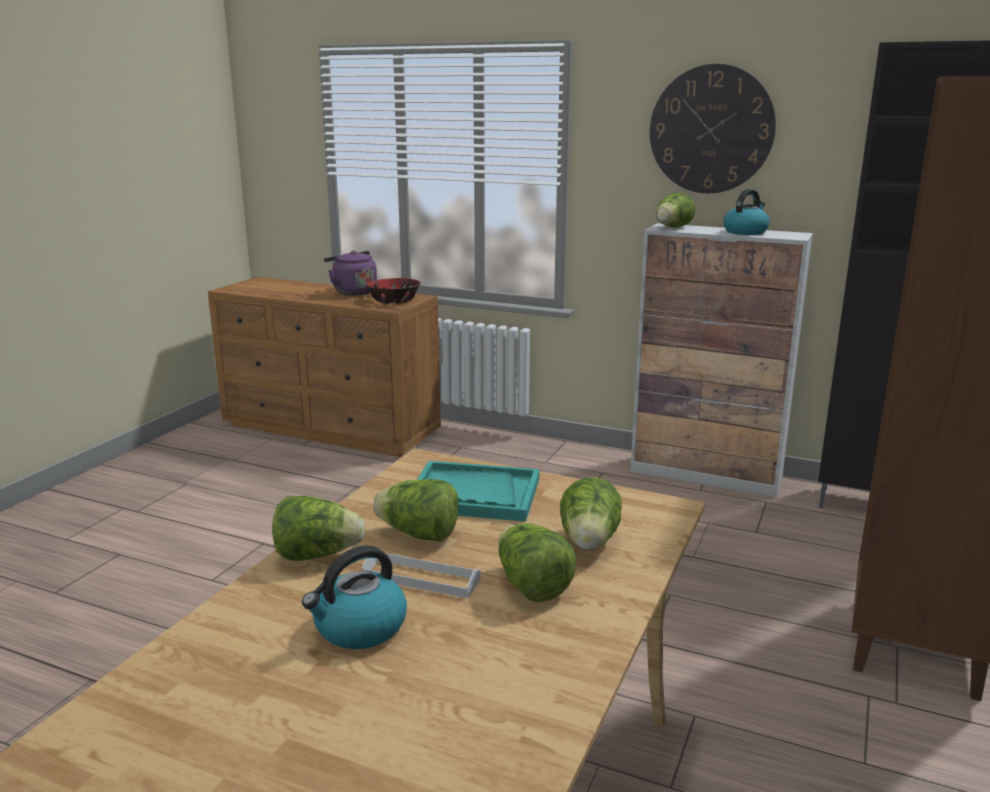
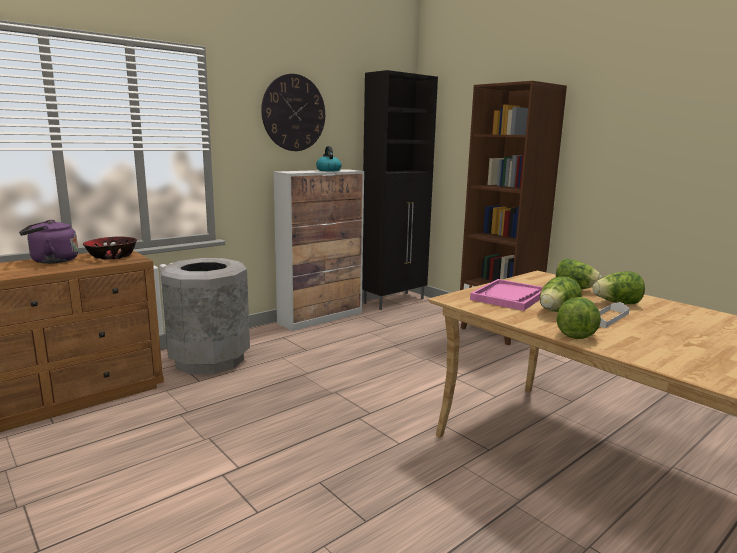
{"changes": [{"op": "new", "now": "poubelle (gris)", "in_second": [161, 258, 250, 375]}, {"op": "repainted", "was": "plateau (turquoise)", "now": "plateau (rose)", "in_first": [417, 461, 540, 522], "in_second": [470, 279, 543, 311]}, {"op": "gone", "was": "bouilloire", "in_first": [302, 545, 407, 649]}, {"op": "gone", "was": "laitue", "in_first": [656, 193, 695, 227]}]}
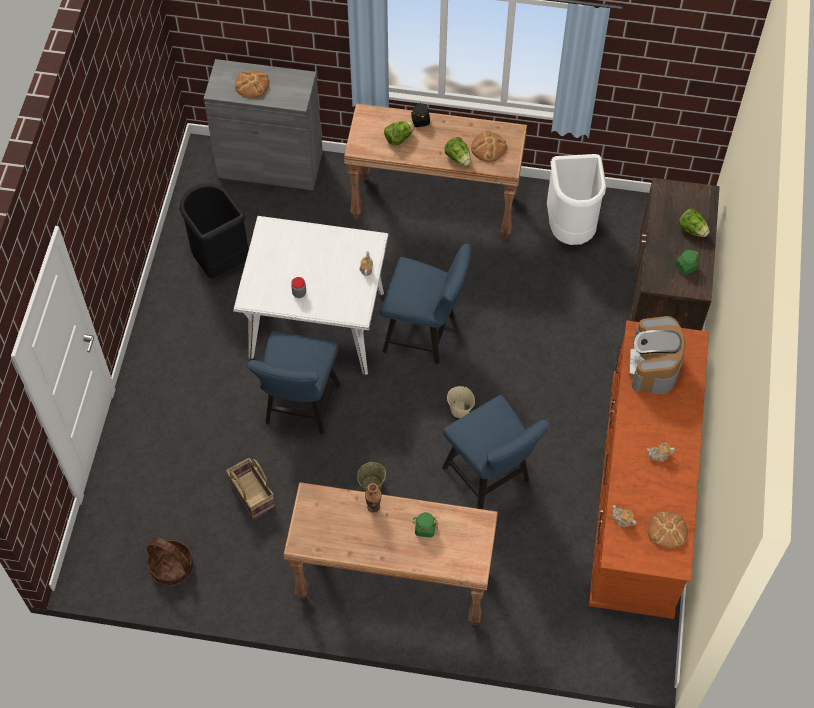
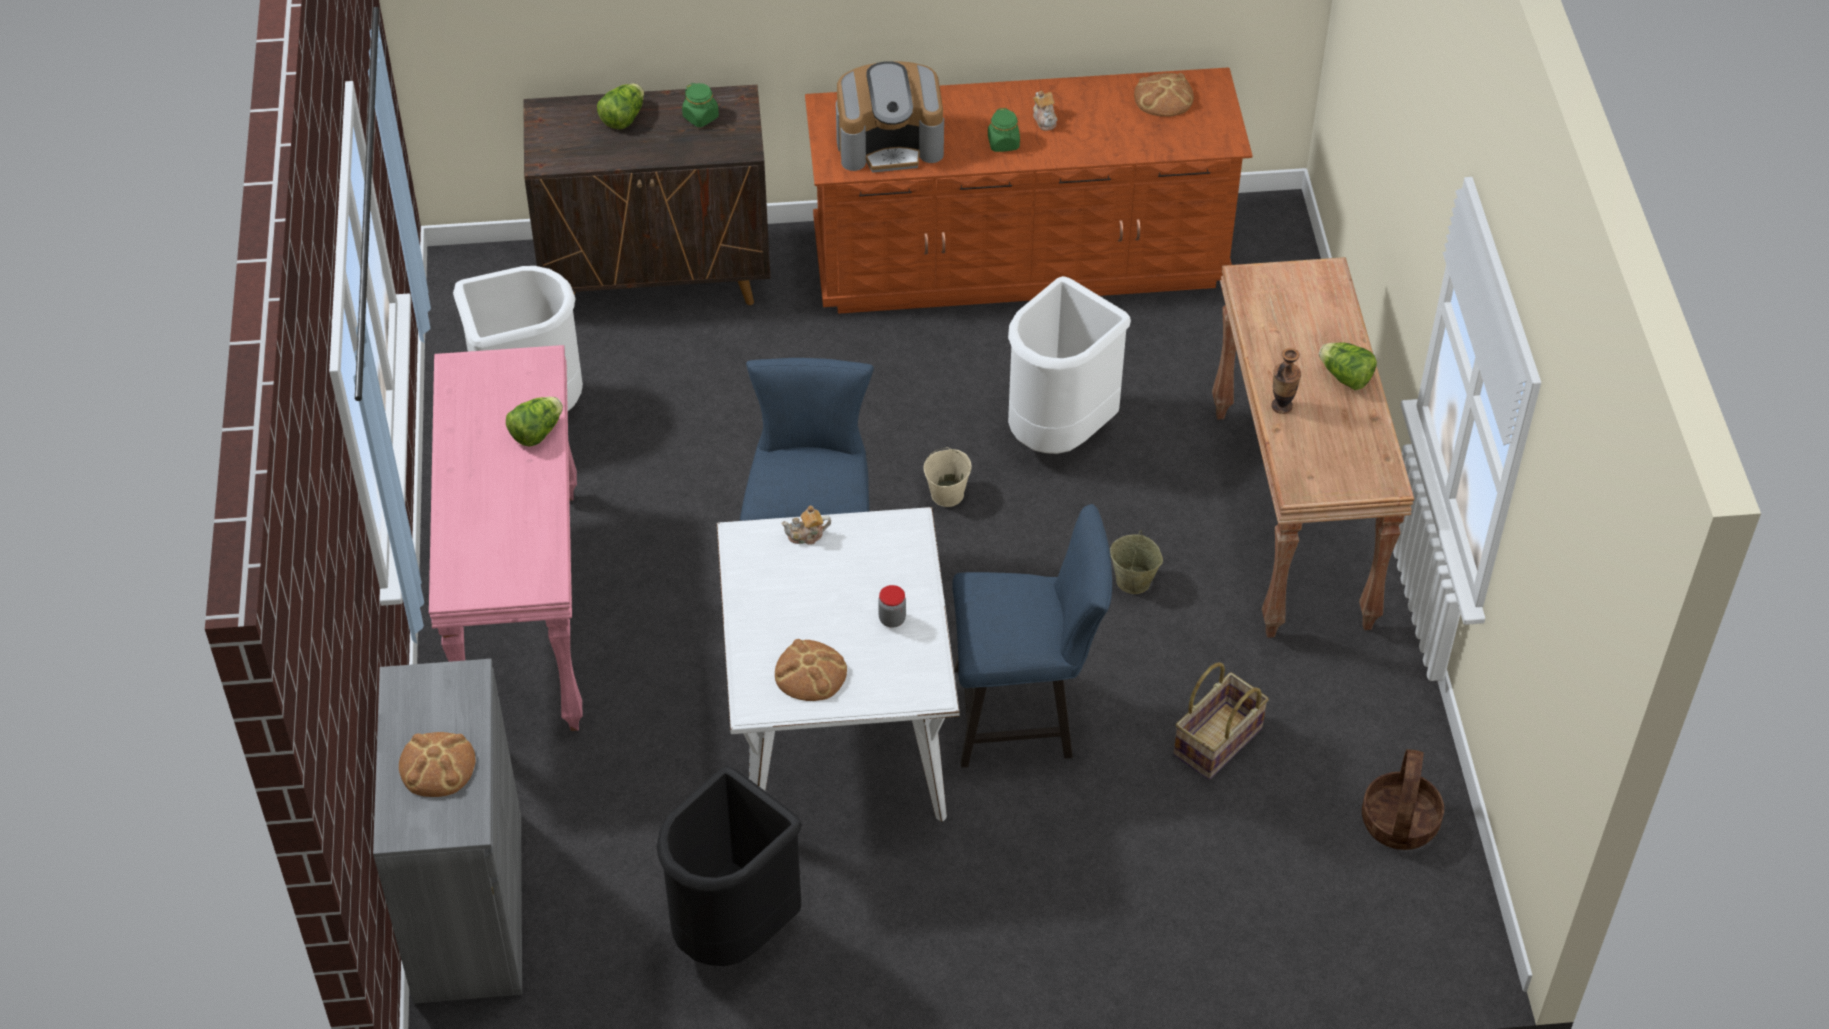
{"changes": [{"op": "repainted", "was": "table console (marron)", "now": "table console (rose)", "in_first": [344, 103, 527, 240], "in_second": [429, 345, 583, 731]}, {"op": "shifted", "was": "pain", "in_first": [471, 130, 507, 162], "in_second": [775, 639, 847, 701]}, {"op": "shifted", "was": "bocal (vert)", "in_first": [412, 512, 438, 538], "in_second": [988, 108, 1020, 152]}, {"op": "swapped", "was": "chaise (bleu)", "now": "poubelle (blanc)", "in_first": [442, 395, 550, 509], "in_second": [1008, 276, 1131, 454]}, {"op": "shifted", "was": "laitue", "in_first": [384, 121, 414, 146], "in_second": [1319, 342, 1377, 390]}, {"op": "gone", "was": "bocal (noir)", "in_first": [411, 102, 430, 127]}, {"op": "gone", "was": "théière", "in_first": [612, 505, 636, 527]}]}
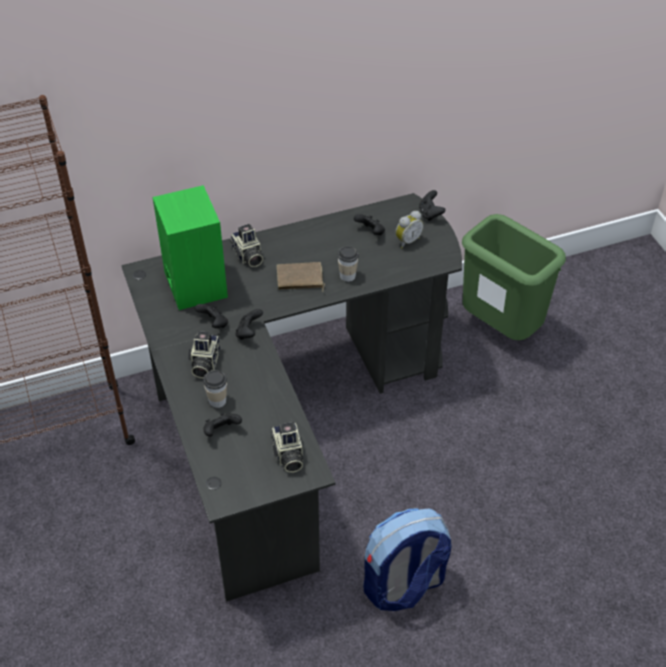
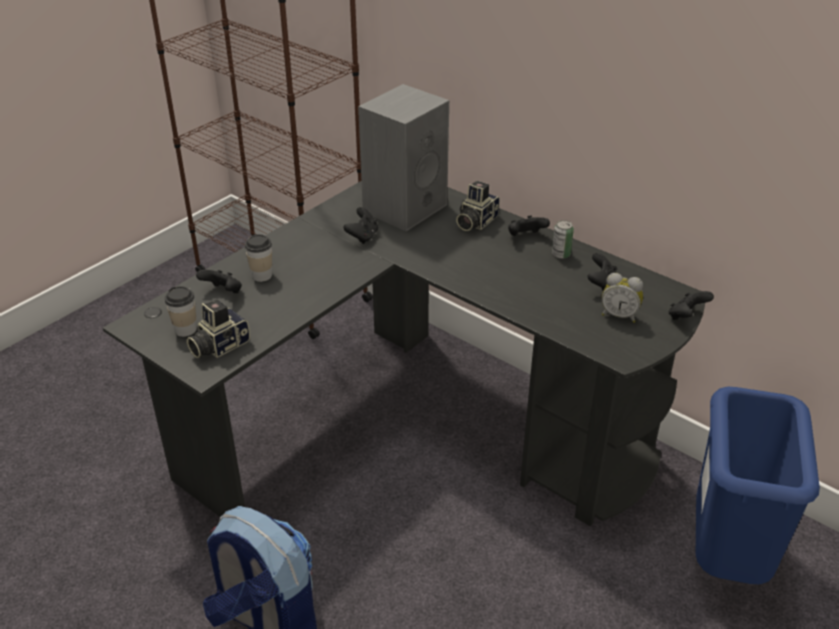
{"changes": [{"op": "shifted", "was": "tasse", "in_first": [337, 246, 359, 282], "in_second": [165, 286, 197, 337]}, {"op": "repainted", "was": "enceinte (vert)", "now": "enceinte (gris)", "in_first": [153, 185, 228, 310], "in_second": [358, 84, 449, 231]}, {"op": "shifted", "was": "manette (noir)", "in_first": [236, 309, 263, 340], "in_second": [508, 215, 550, 236]}, {"op": "new", "now": "boîte métallique", "in_second": [552, 220, 574, 259]}, {"op": "repainted", "was": "poubelle (vert)", "now": "poubelle (bleu)", "in_first": [462, 214, 566, 340], "in_second": [696, 387, 820, 584]}, {"op": "gone", "was": "appareil photo", "in_first": [188, 331, 220, 378]}, {"op": "gone", "was": "livre (marron)", "in_first": [277, 262, 325, 292]}]}
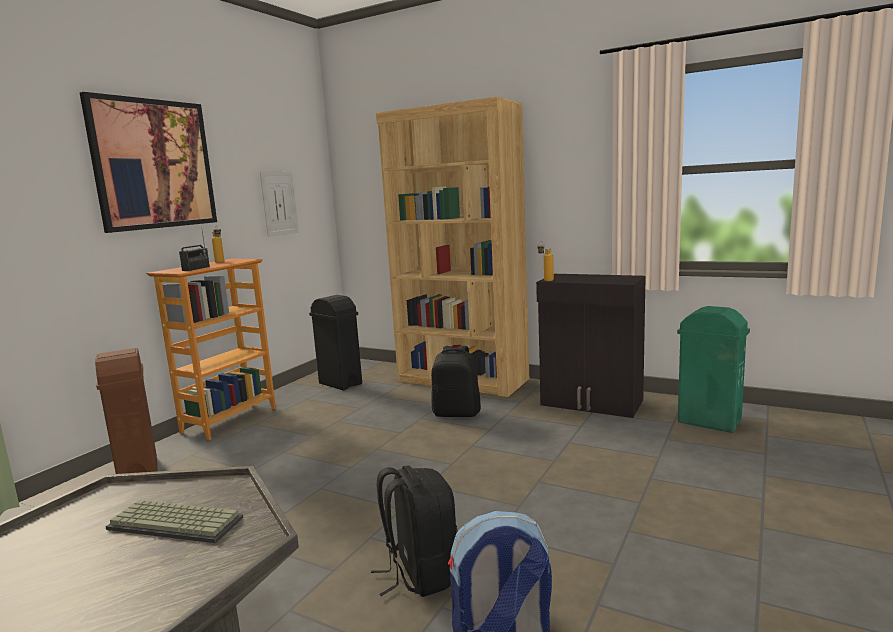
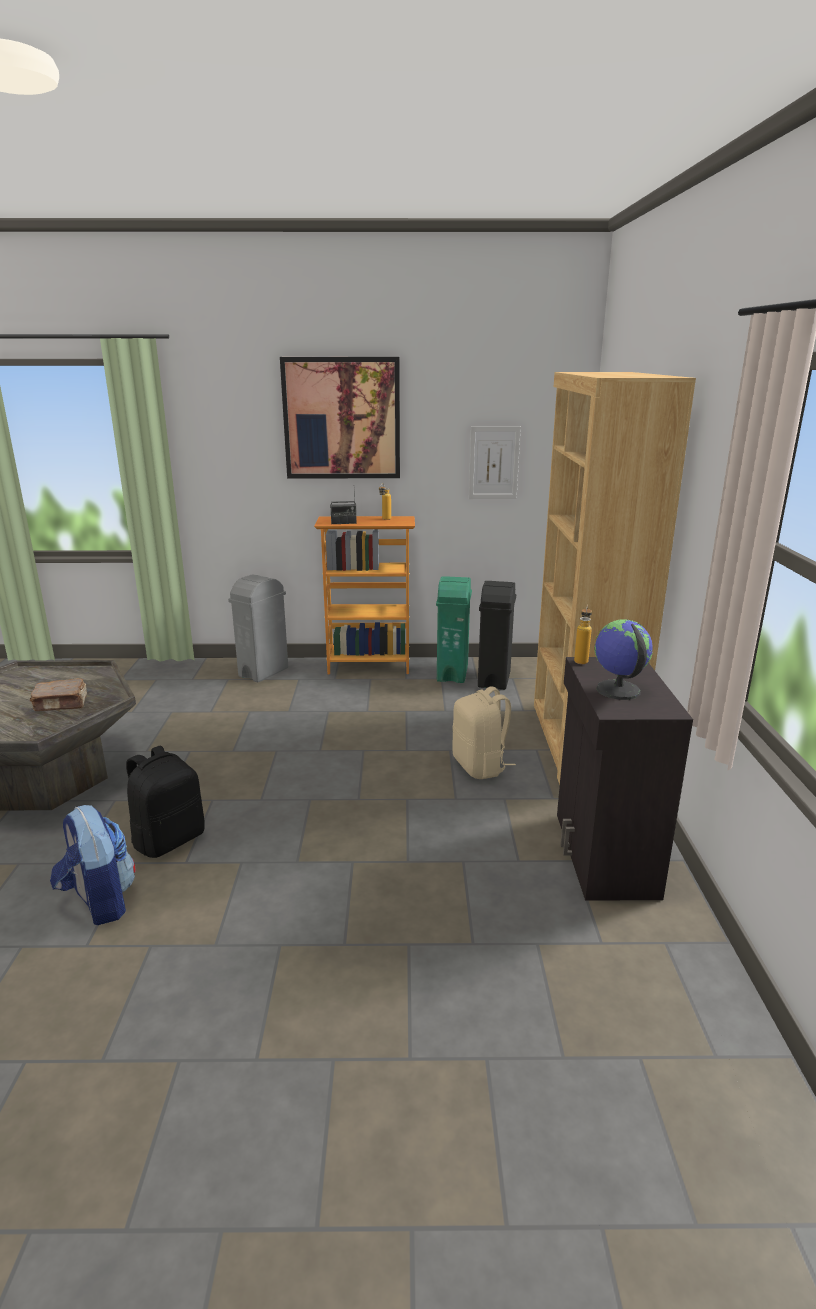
{"changes": [{"op": "swapped", "was": "clavier", "now": "livre (marron)", "in_first": [106, 500, 243, 543], "in_second": [30, 678, 88, 711]}, {"op": "repainted", "was": "poubelle (marron)", "now": "poubelle (gris)", "in_first": [95, 348, 158, 474], "in_second": [228, 574, 288, 682]}, {"op": "shifted", "was": "poubelle (vert)", "in_first": [677, 306, 750, 433], "in_second": [436, 576, 472, 683]}, {"op": "repainted", "was": "sac à dos (noir)", "now": "sac à dos (beige)", "in_first": [431, 346, 481, 417], "in_second": [452, 686, 516, 779]}, {"op": "new", "now": "globe", "in_second": [594, 619, 653, 700]}]}
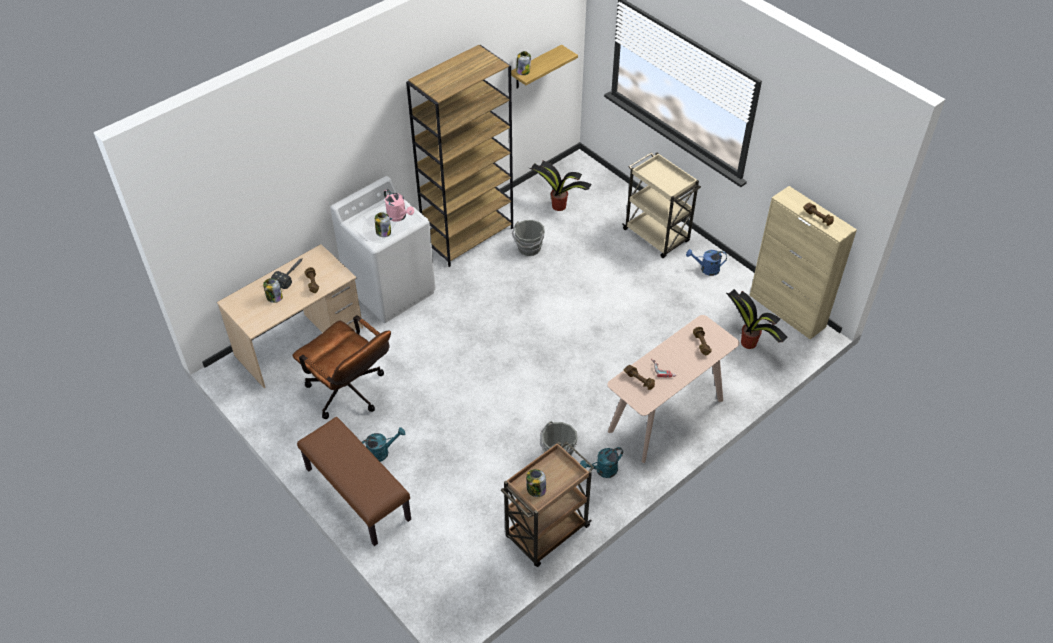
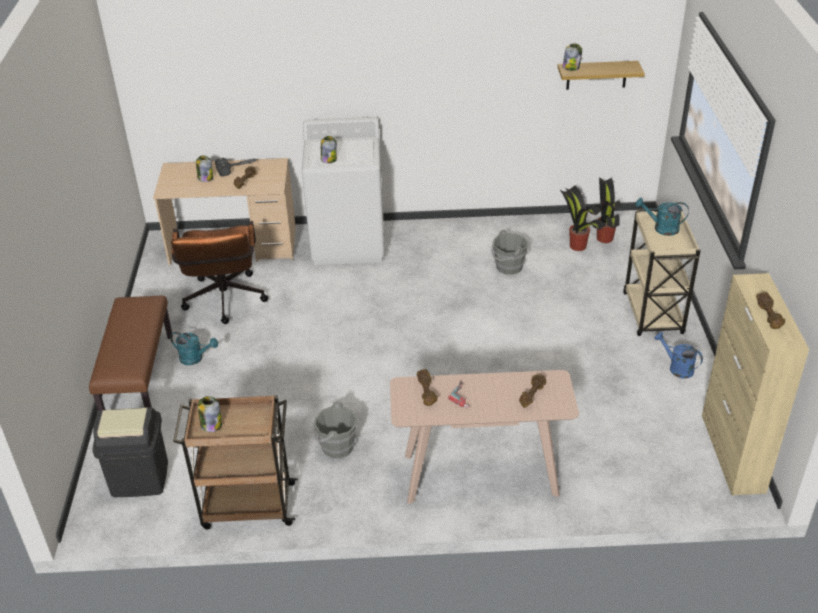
{"changes": [{"op": "new", "now": "poubelle (noir)", "in_second": [92, 407, 168, 497]}, {"op": "shifted", "was": "plante en pot", "in_first": [726, 289, 788, 349], "in_second": [597, 177, 622, 243]}, {"op": "shifted", "was": "arrosoir (turquoise)", "in_first": [580, 447, 623, 478], "in_second": [635, 198, 689, 236]}, {"op": "gone", "was": "arrosoir (rose)", "in_first": [384, 189, 414, 222]}, {"op": "gone", "was": "bibliothèque (marron)", "in_first": [406, 45, 513, 267]}]}
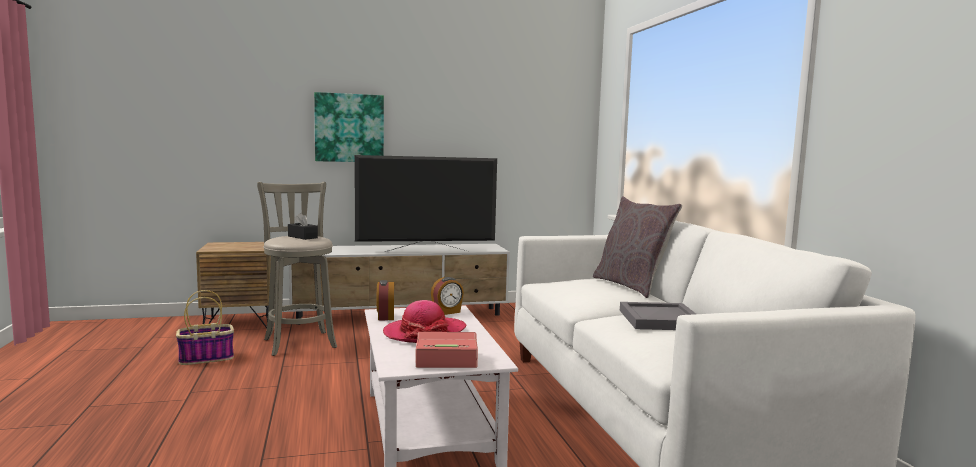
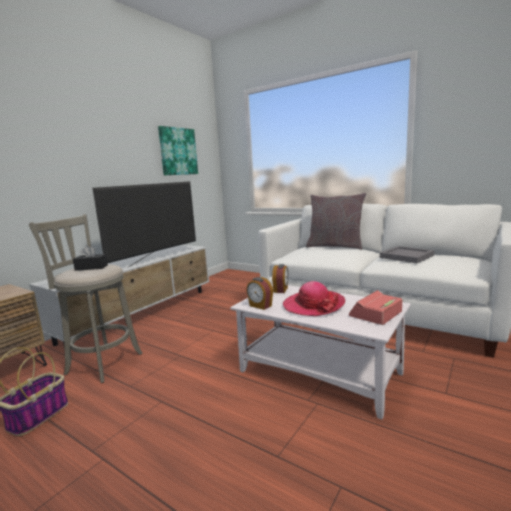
{"changes": [{"op": "shifted", "was": "tableau", "in_first": [314, 92, 384, 162], "in_second": [158, 126, 198, 175]}]}
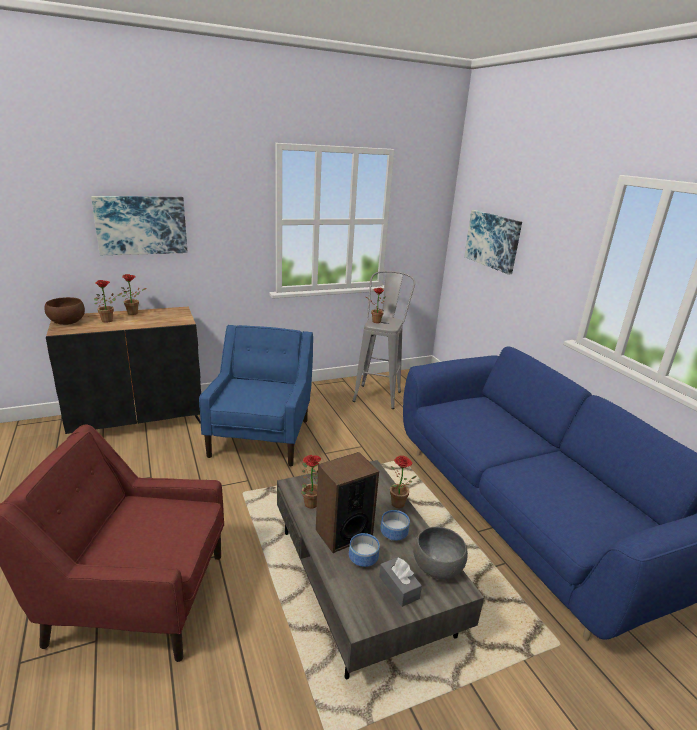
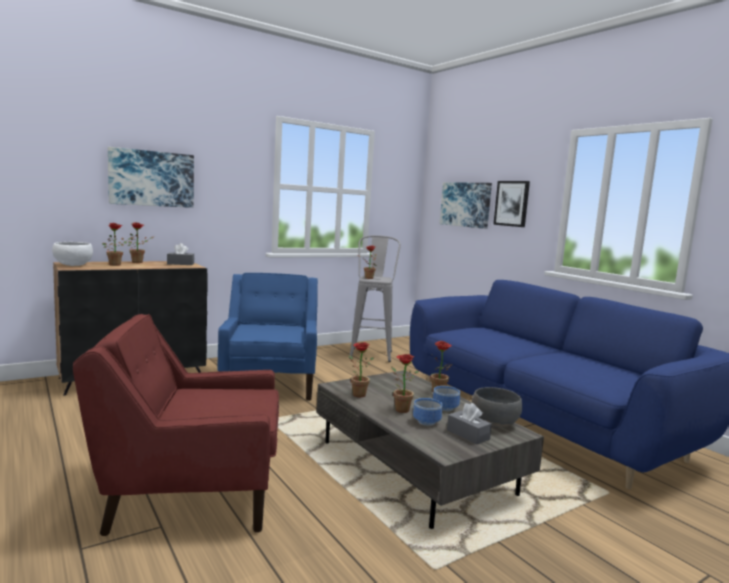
{"changes": [{"op": "repainted", "was": "bol (marron)", "now": "bol (blanc)", "in_first": [44, 297, 85, 325], "in_second": [52, 242, 93, 266]}, {"op": "new", "now": "boîte à mouchoirs (gris)", "in_second": [167, 243, 194, 265]}, {"op": "swapped", "was": "enceinte", "now": "plante en pot", "in_first": [316, 452, 379, 553], "in_second": [391, 354, 419, 413]}, {"op": "new", "now": "tableau", "in_second": [493, 181, 530, 227]}]}
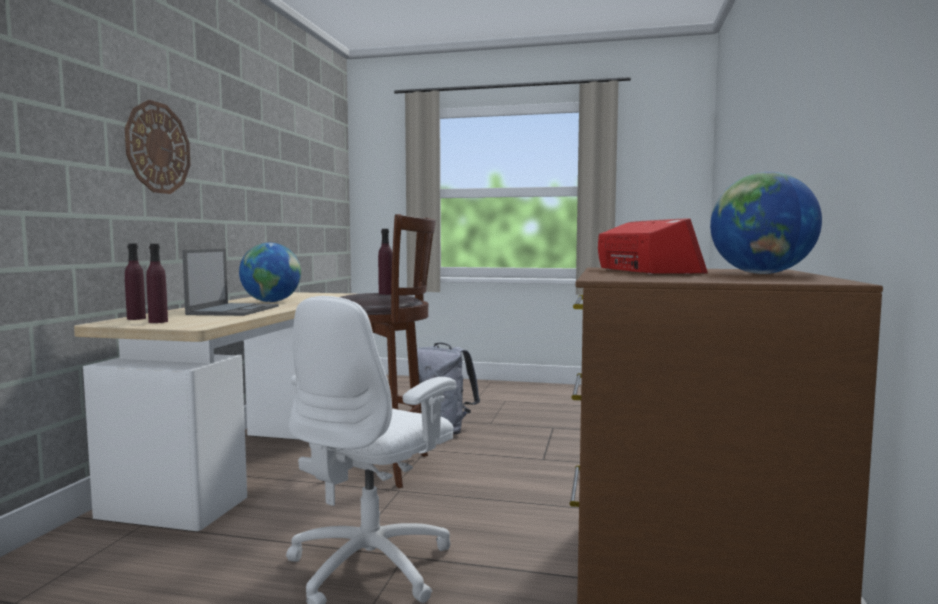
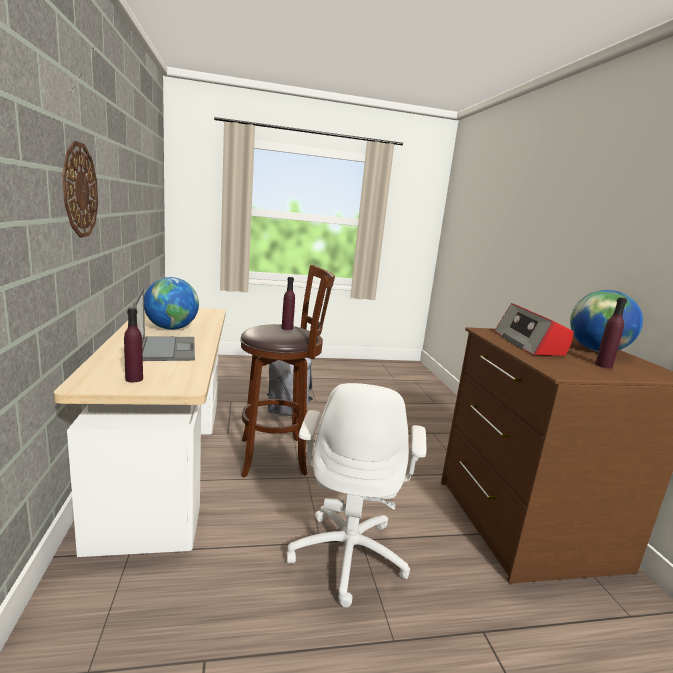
{"changes": [{"op": "rotated", "was": "radio", "in_first": [598, 218, 708, 274], "in_second": [495, 303, 574, 356], "clockwise": -150}, {"op": "shifted", "was": "bouteille (violet)", "in_first": [125, 243, 146, 320], "in_second": [595, 297, 627, 369]}]}
